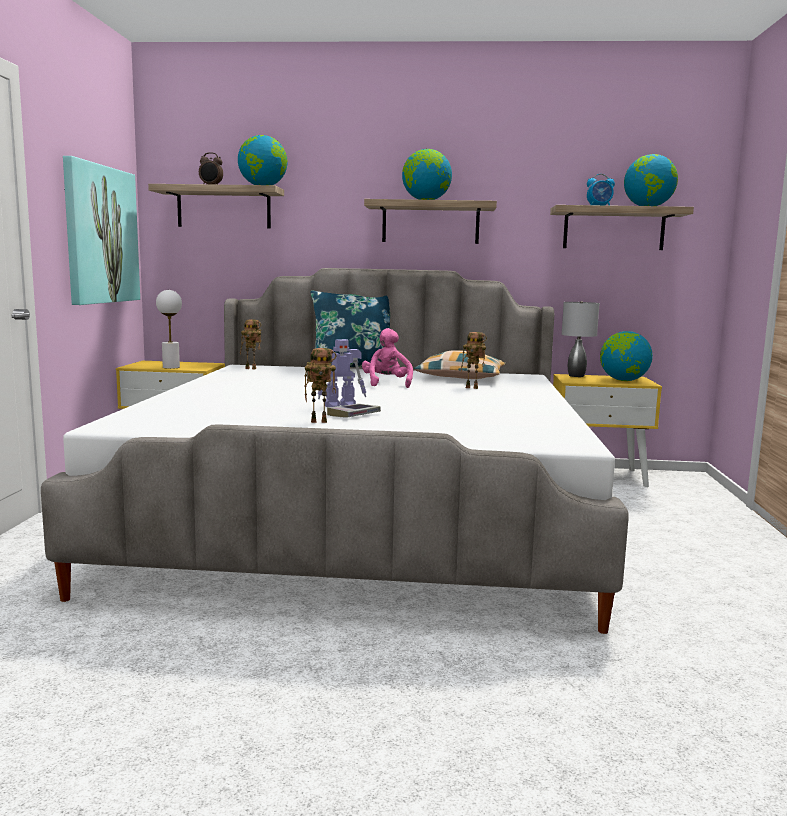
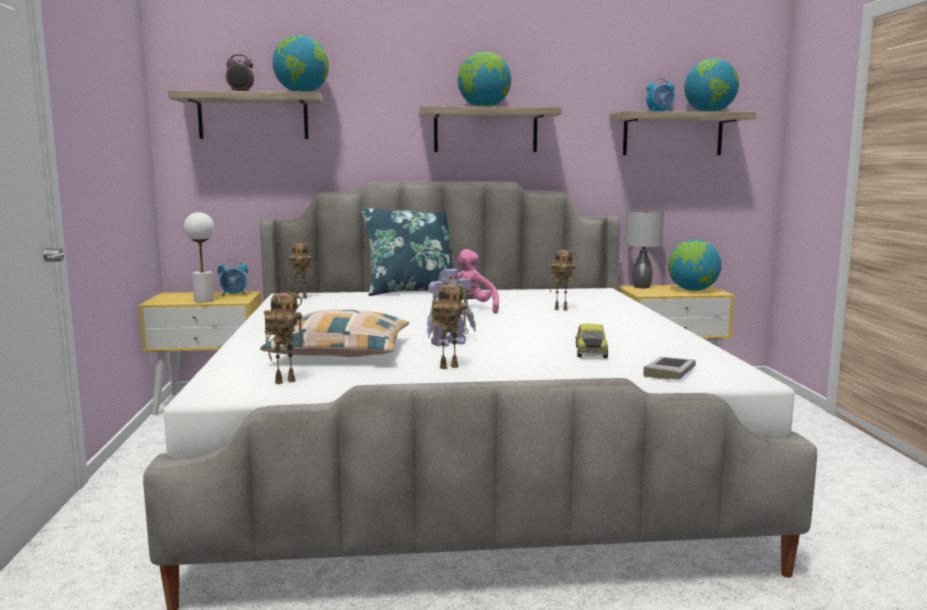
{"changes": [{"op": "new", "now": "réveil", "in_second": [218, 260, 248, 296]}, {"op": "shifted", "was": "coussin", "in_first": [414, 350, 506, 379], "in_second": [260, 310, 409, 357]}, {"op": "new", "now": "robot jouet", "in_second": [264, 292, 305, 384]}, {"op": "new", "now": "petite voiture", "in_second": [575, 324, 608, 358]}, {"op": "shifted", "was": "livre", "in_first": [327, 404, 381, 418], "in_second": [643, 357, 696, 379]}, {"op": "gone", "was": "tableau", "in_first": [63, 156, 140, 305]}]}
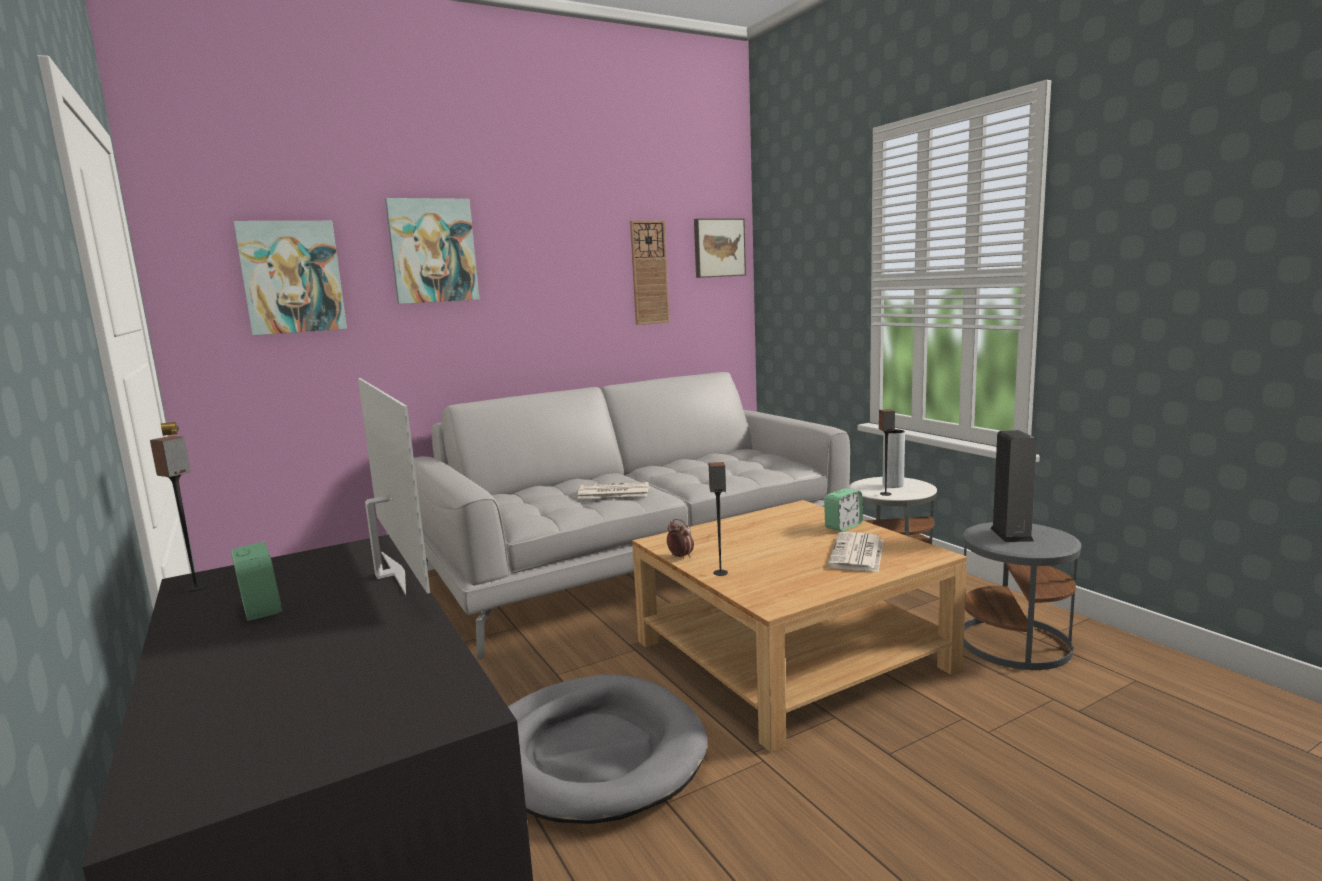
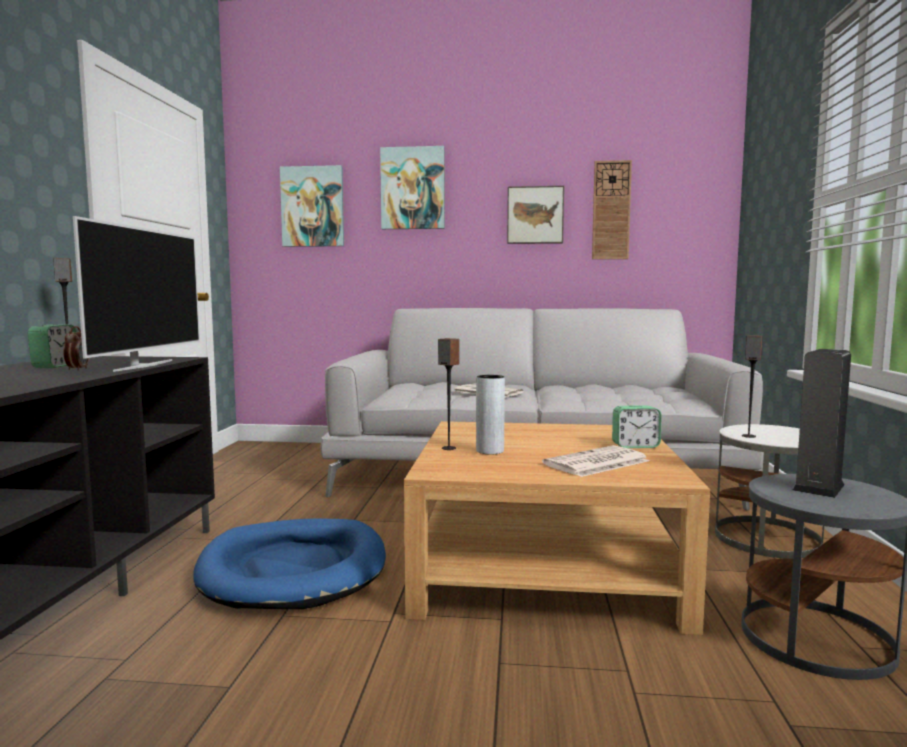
{"changes": [{"op": "shifted", "was": "réveil", "in_first": [667, 519, 694, 559], "in_second": [63, 326, 89, 370]}, {"op": "repainted", "was": "panier pour chien (gris)", "now": "panier pour chien (bleu)", "in_first": [508, 674, 707, 824], "in_second": [193, 518, 386, 609]}, {"op": "shifted", "was": "vase (gris)", "in_first": [883, 429, 905, 488], "in_second": [476, 375, 505, 455]}, {"op": "shifted", "was": "tableau", "in_first": [694, 218, 746, 278], "in_second": [507, 186, 564, 244]}]}
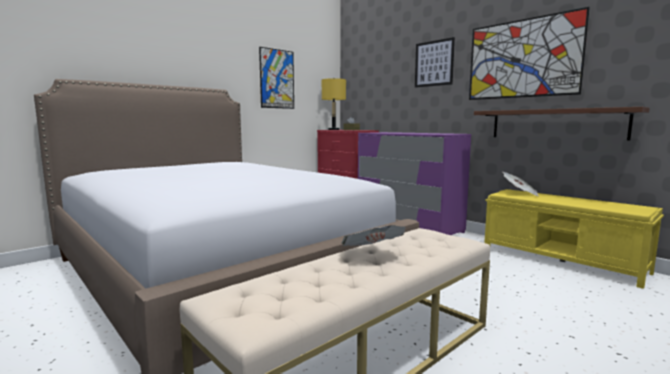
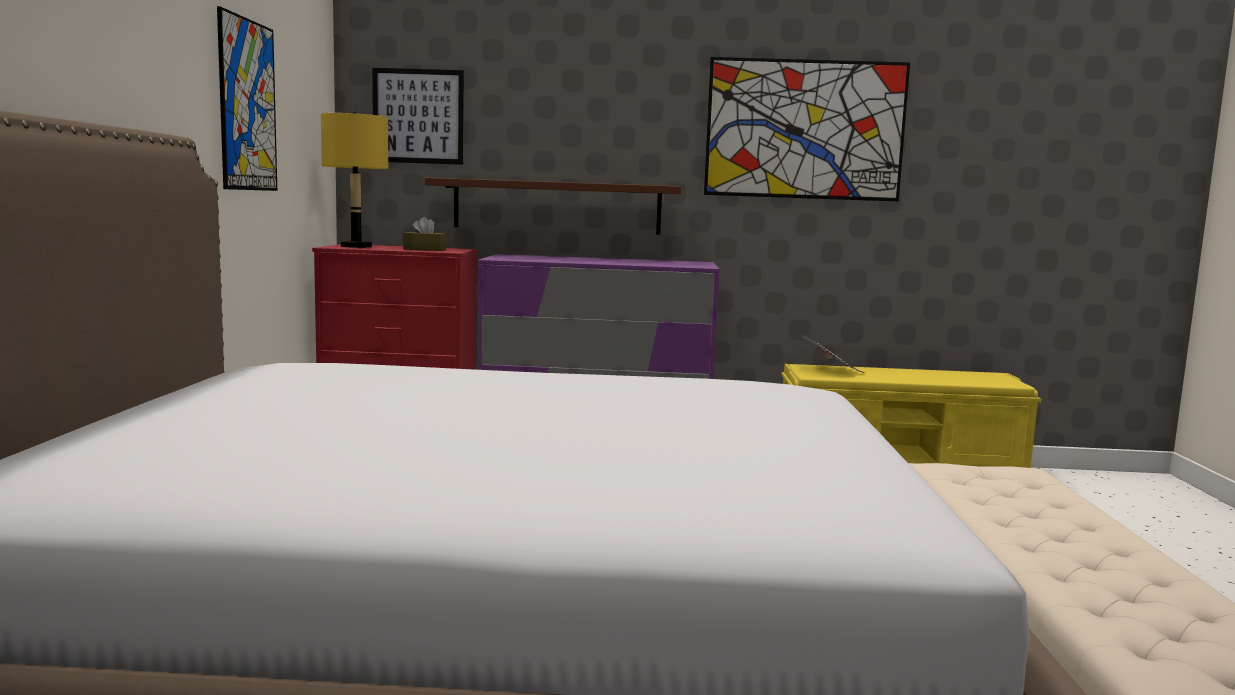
{"changes": [{"op": "shifted", "was": "tableau", "in_first": [415, 37, 455, 88], "in_second": [372, 68, 464, 165]}, {"op": "shifted", "was": "étagère (marron)", "in_first": [474, 107, 650, 140], "in_second": [425, 178, 681, 235]}, {"op": "gone", "was": "journal", "in_first": [342, 225, 406, 246]}]}
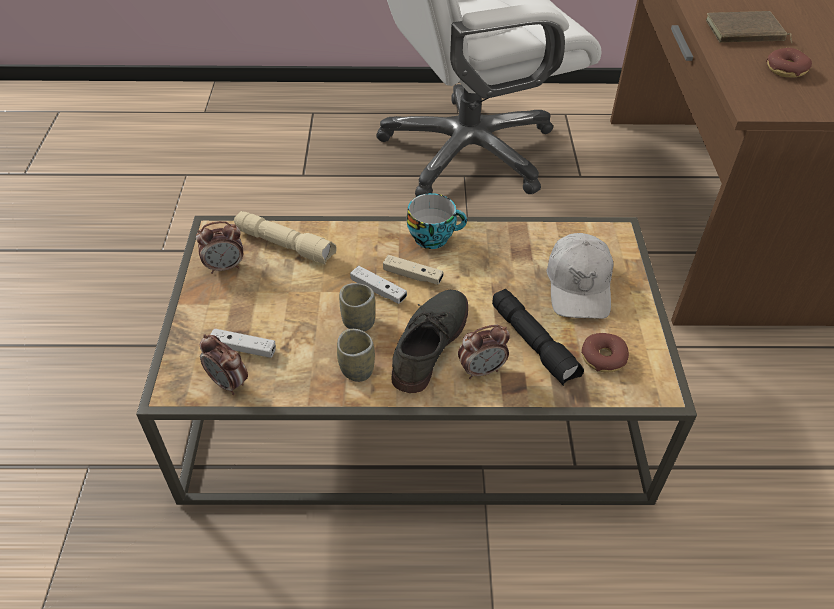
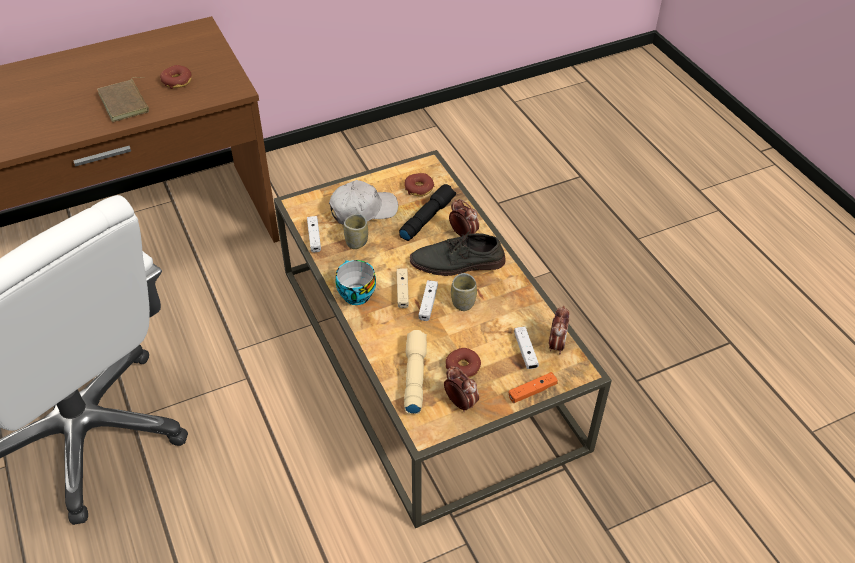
{"changes": [{"op": "new", "now": "manette (blanc)", "in_second": [307, 216, 321, 252]}, {"op": "shifted", "was": "tasse", "in_first": [337, 329, 375, 382], "in_second": [344, 214, 368, 249]}, {"op": "new", "now": "beignet", "in_second": [446, 348, 481, 378]}, {"op": "new", "now": "manette (orange)", "in_second": [508, 372, 558, 403]}]}
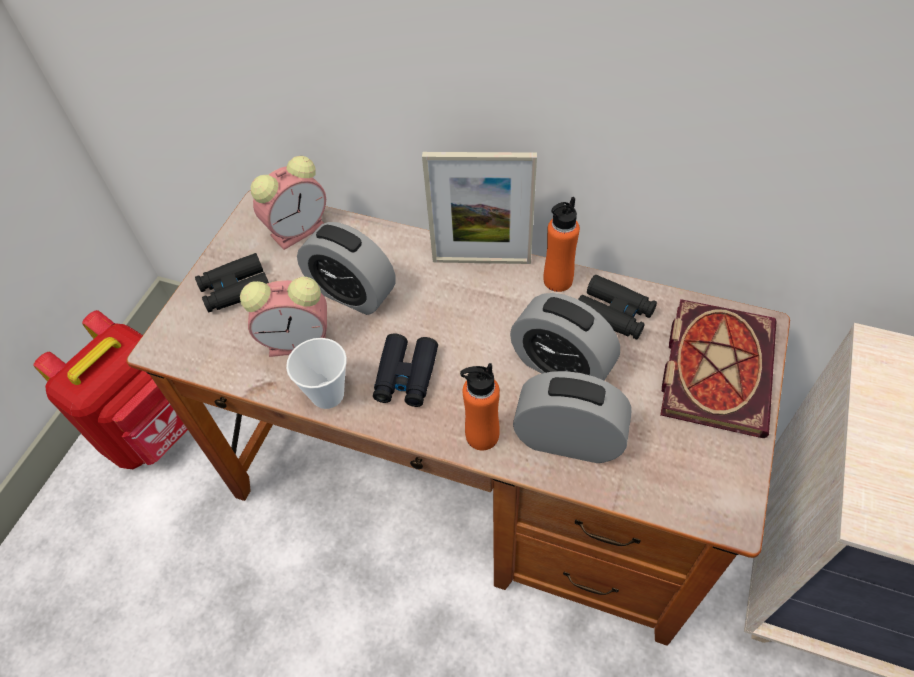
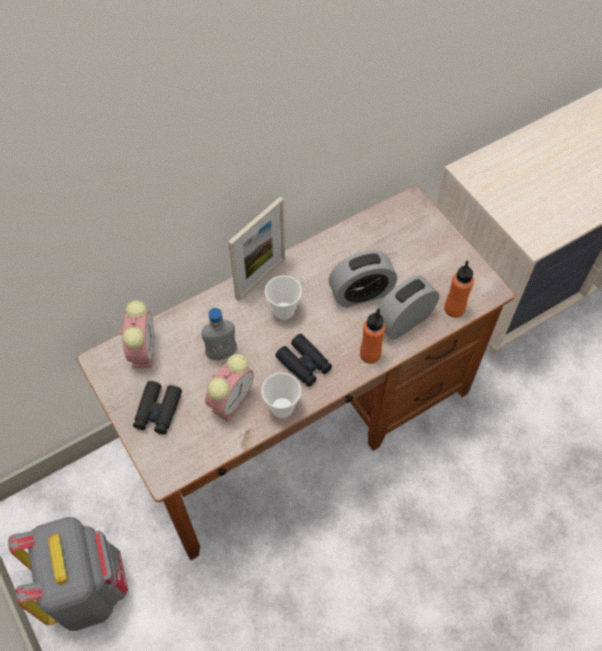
{"changes": [{"op": "repainted", "was": "sac à dos (rouge)", "now": "sac à dos (gris)", "in_first": [33, 310, 188, 469], "in_second": [8, 517, 128, 631]}, {"op": "swapped", "was": "réveil", "now": "bouteille (gris)", "in_first": [297, 222, 395, 315], "in_second": [202, 308, 237, 360]}, {"op": "new", "now": "tasse", "in_second": [265, 275, 302, 320]}, {"op": "shifted", "was": "bouteille (orange)", "in_first": [544, 197, 580, 292], "in_second": [444, 261, 474, 318]}, {"op": "gone", "was": "jumelles (noir)", "in_first": [578, 275, 657, 340]}, {"op": "gone", "was": "livre", "in_first": [660, 299, 776, 438]}]}
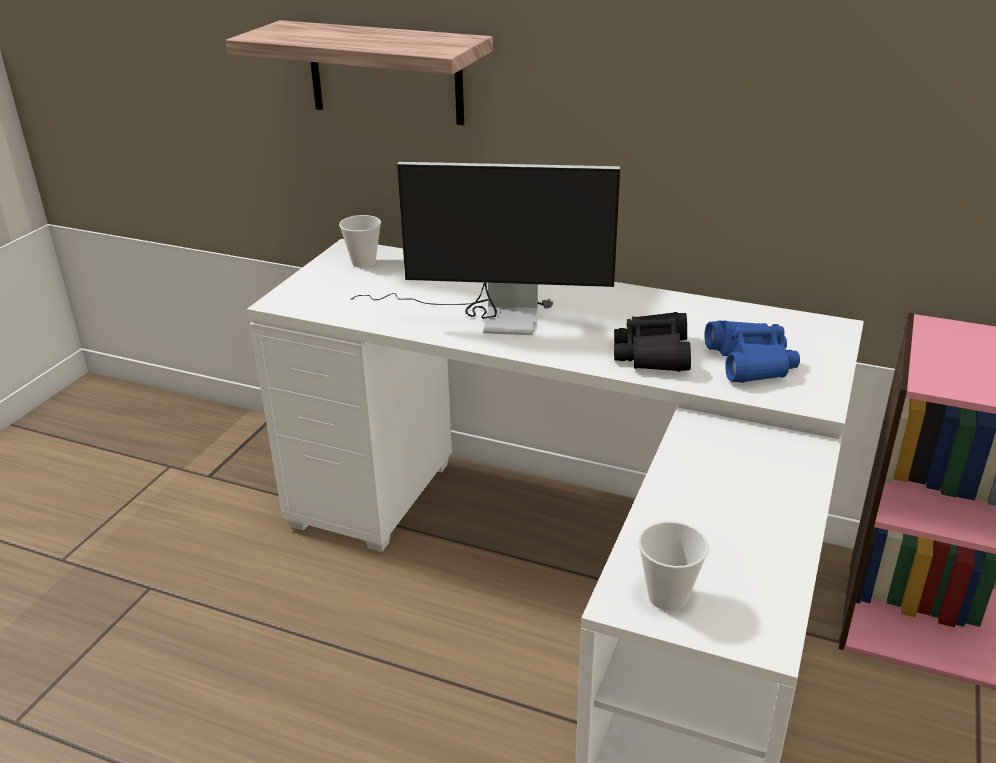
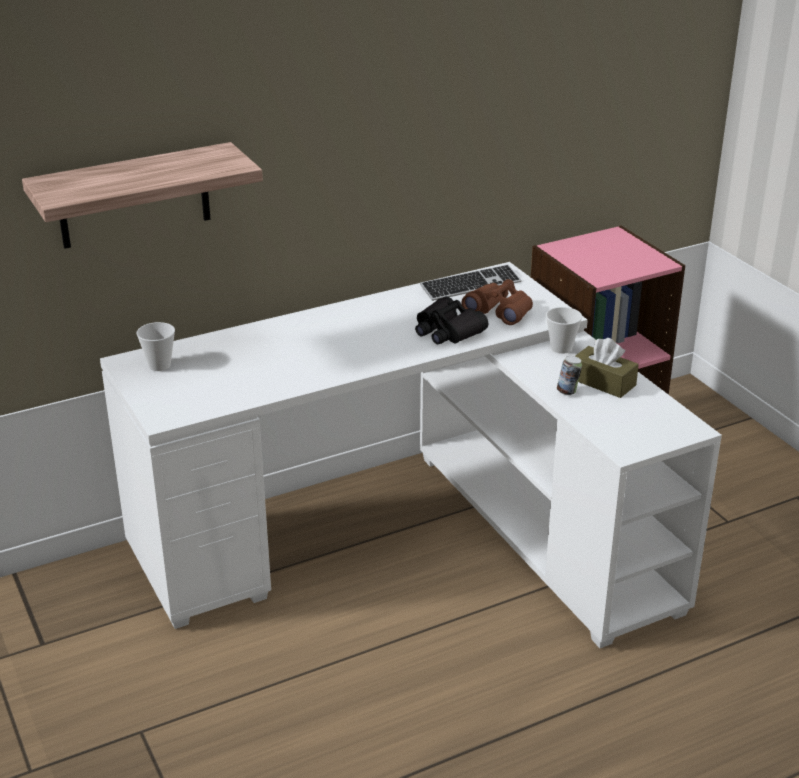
{"changes": [{"op": "new", "now": "clavier", "in_second": [420, 264, 521, 301]}, {"op": "repainted", "was": "jumelles (bleu)", "now": "jumelles (marron)", "in_first": [704, 321, 800, 383], "in_second": [461, 279, 533, 325]}, {"op": "shifted", "was": "tasse", "in_first": [638, 521, 709, 611], "in_second": [546, 307, 582, 354]}, {"op": "new", "now": "boîte métallique", "in_second": [557, 356, 582, 395]}, {"op": "new", "now": "boîte à mouchoirs (marron)", "in_second": [575, 338, 639, 398]}, {"op": "gone", "was": "écran d'ordinateur", "in_first": [350, 162, 620, 335]}]}
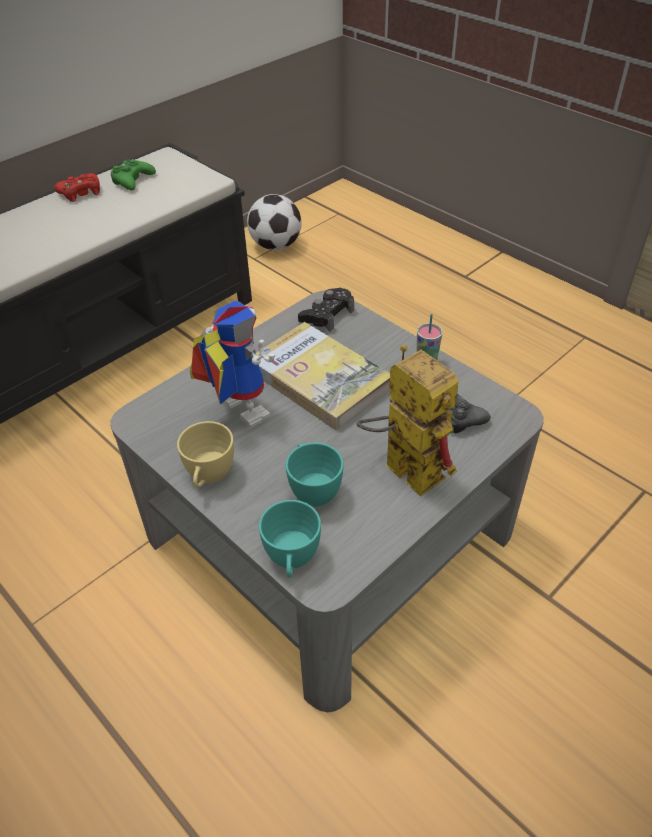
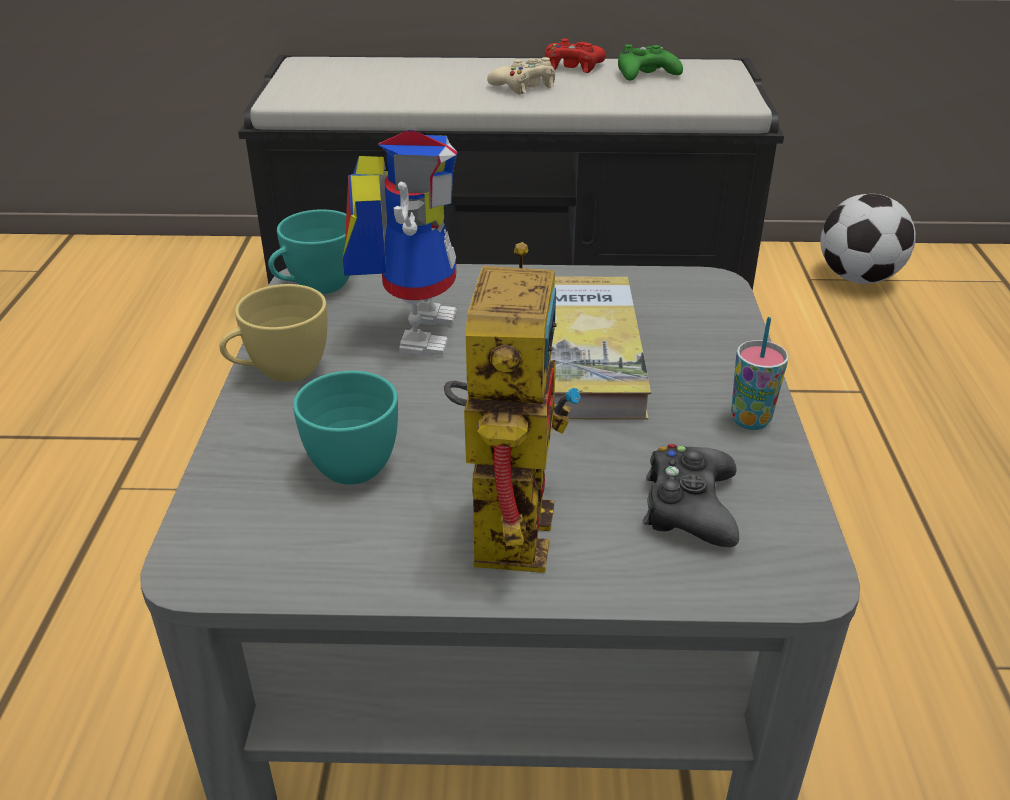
{"changes": [{"op": "shifted", "was": "tasse (turquoise)", "in_first": [259, 500, 321, 578], "in_second": [268, 209, 350, 294]}, {"op": "new", "now": "manette (beige)", "in_second": [487, 57, 555, 95]}, {"op": "gone", "was": "manette (noir)", "in_first": [298, 288, 354, 332]}]}
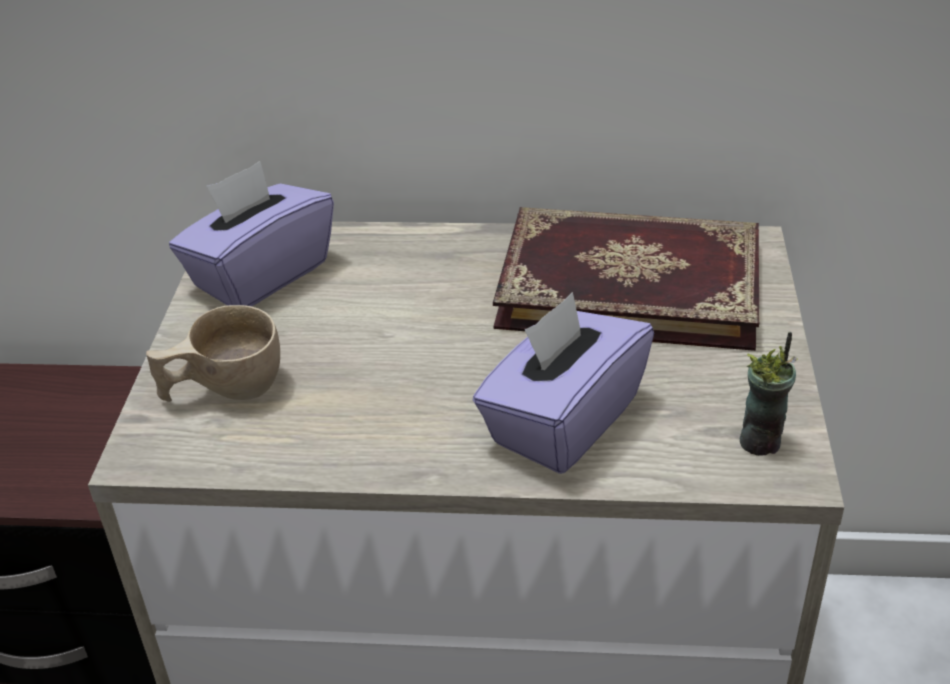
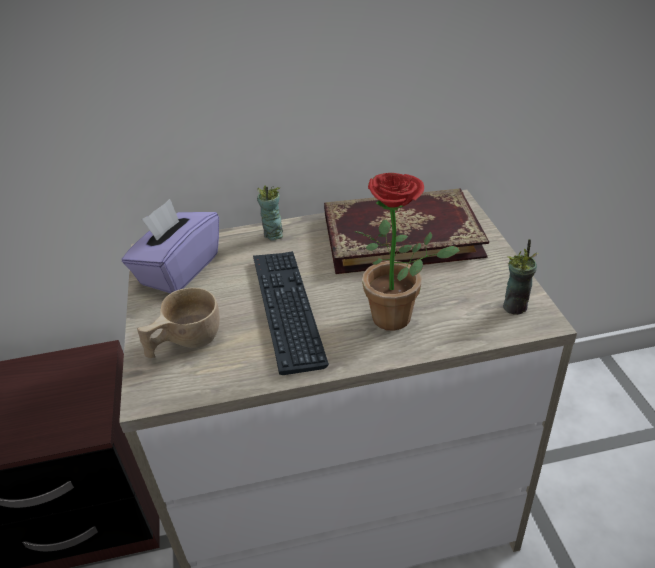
{"changes": [{"op": "new", "now": "clavier", "in_second": [253, 251, 329, 375]}, {"op": "new", "now": "tasse", "in_second": [257, 185, 283, 241]}, {"op": "swapped", "was": "boîte à mouchoirs (violet)", "now": "plante en pot", "in_first": [473, 292, 654, 474], "in_second": [354, 173, 460, 331]}]}
